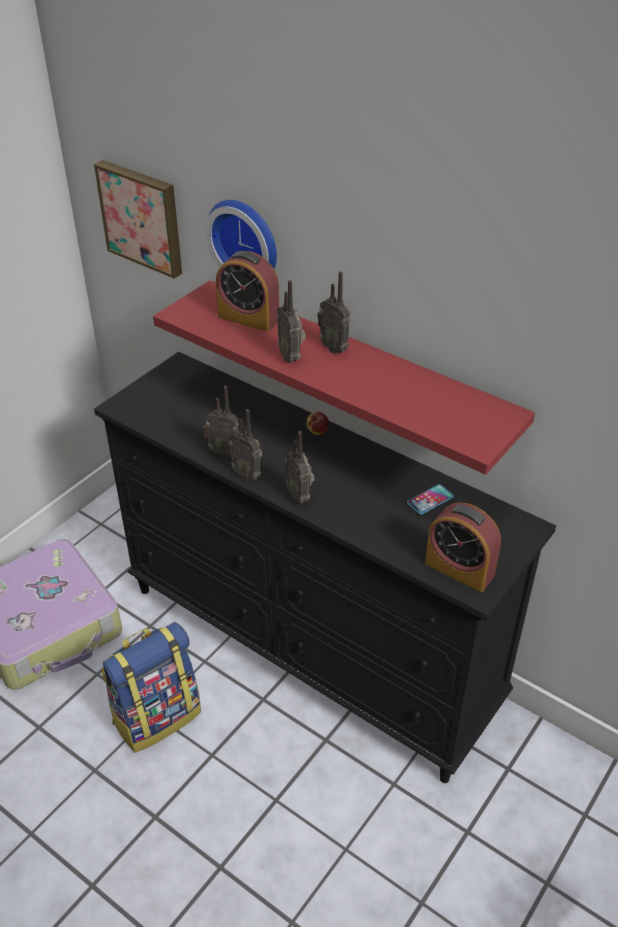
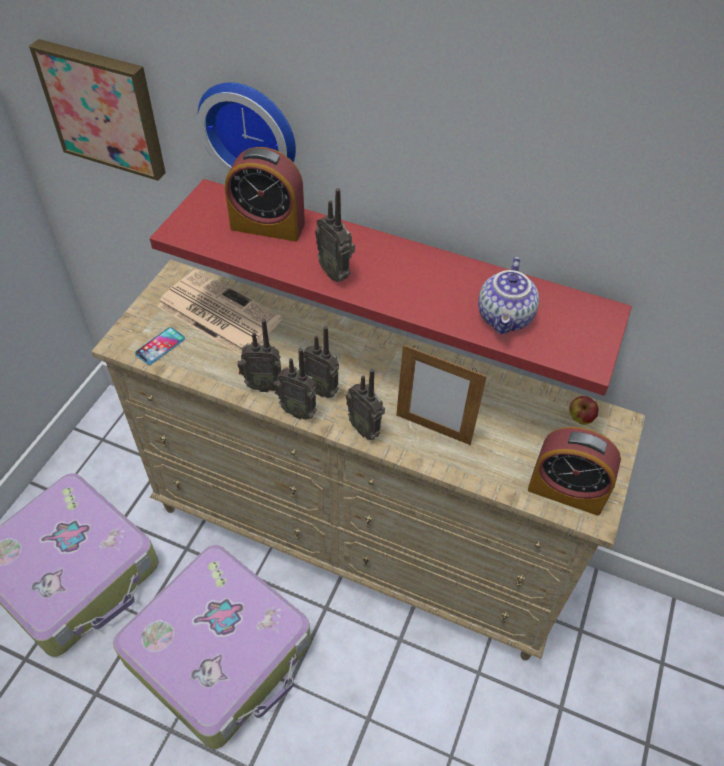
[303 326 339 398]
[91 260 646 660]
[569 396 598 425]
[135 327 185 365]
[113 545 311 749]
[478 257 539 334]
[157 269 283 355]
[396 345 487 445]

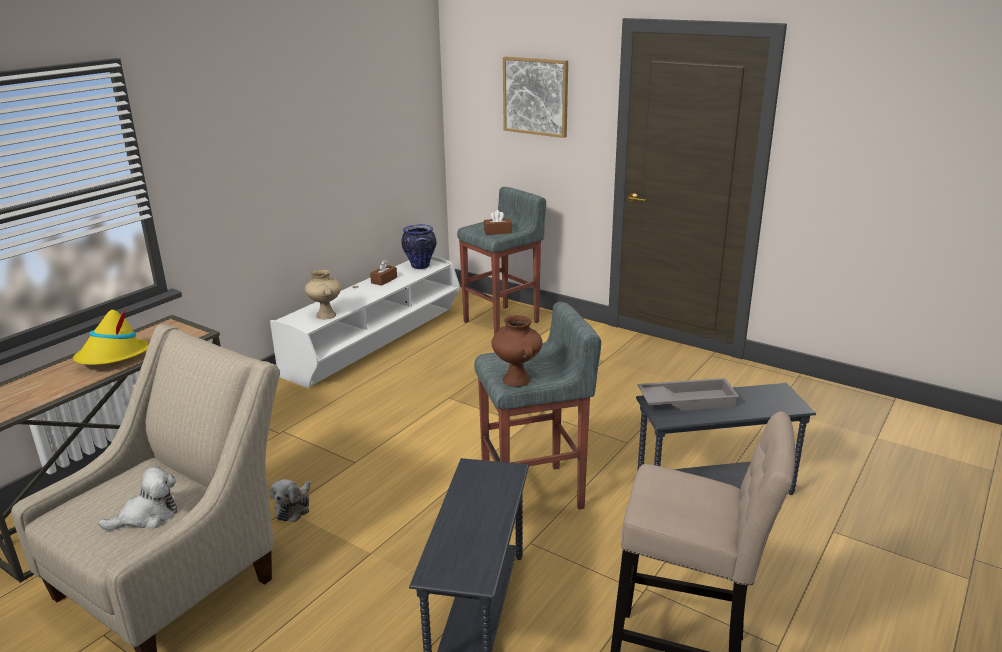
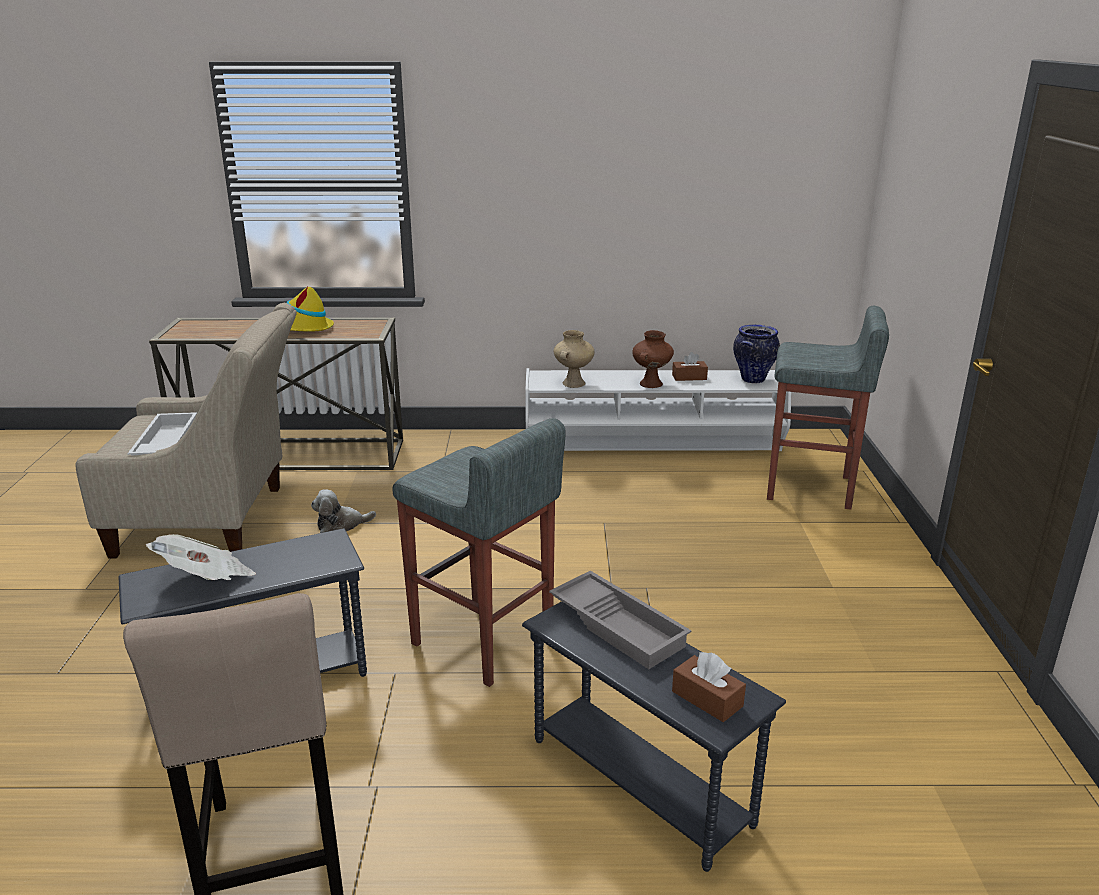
[503 57 568 138] (first image)
[672 652 746 722]
[632 330 674 388]
[128 412 197 455]
[146 534 256 580]

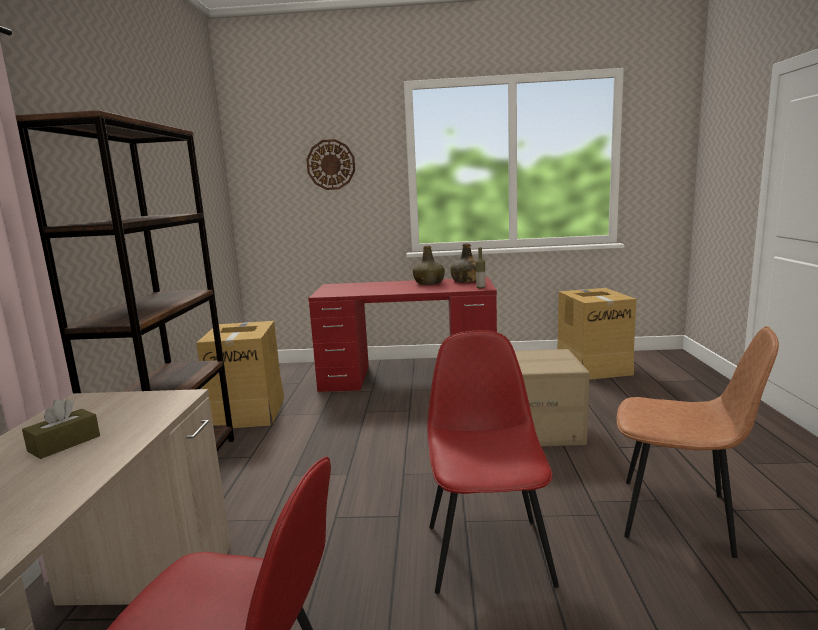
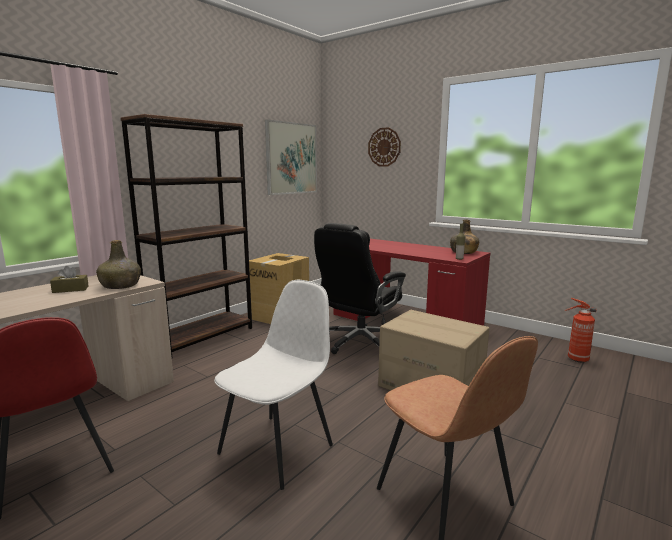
[96 240 141 289]
[565 298 597 363]
[214 280 333 490]
[265 119 317 195]
[314 223 406 354]

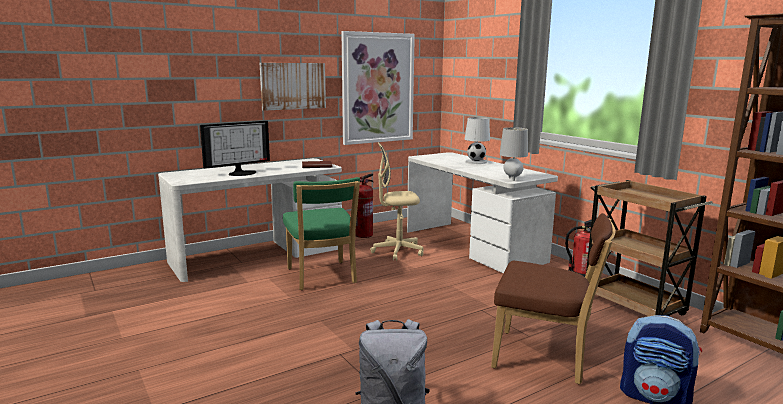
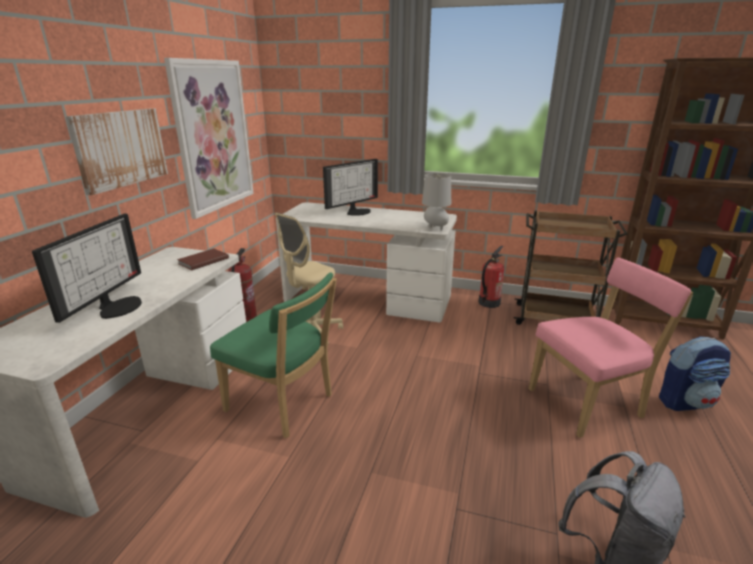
[323 159 378 216]
[528 258 693 438]

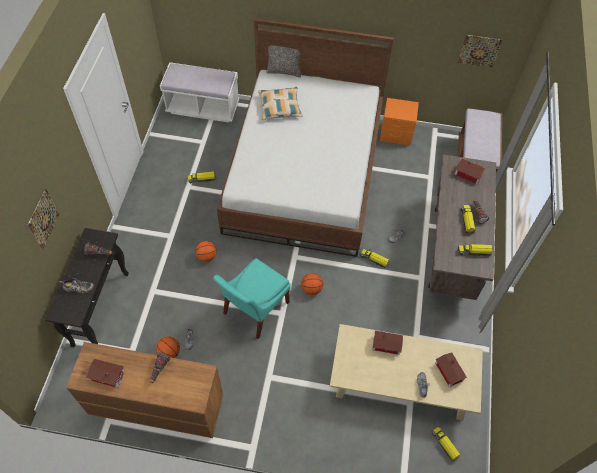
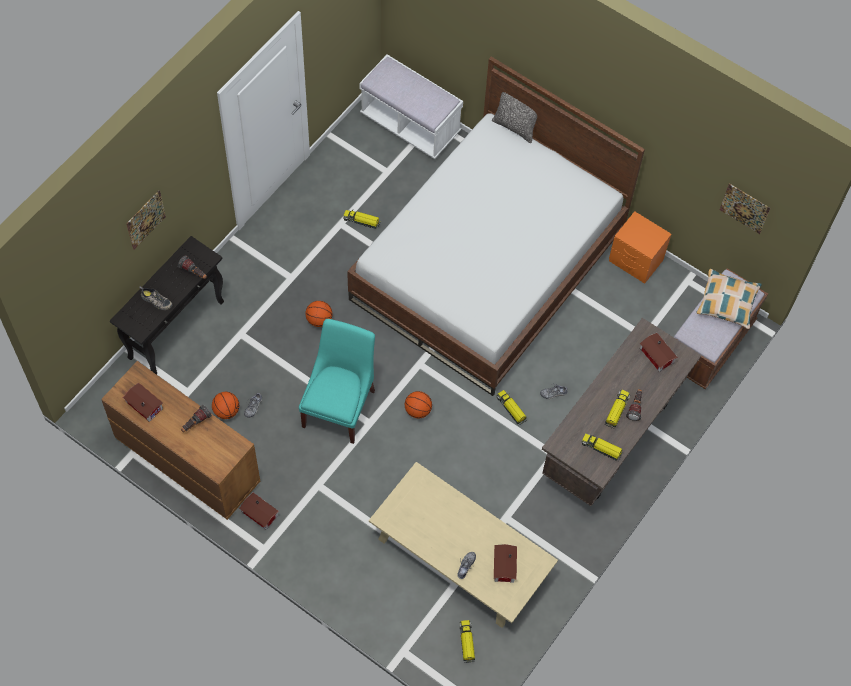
[696 269 762 329]
[299 319 375 444]
[239 493 279 530]

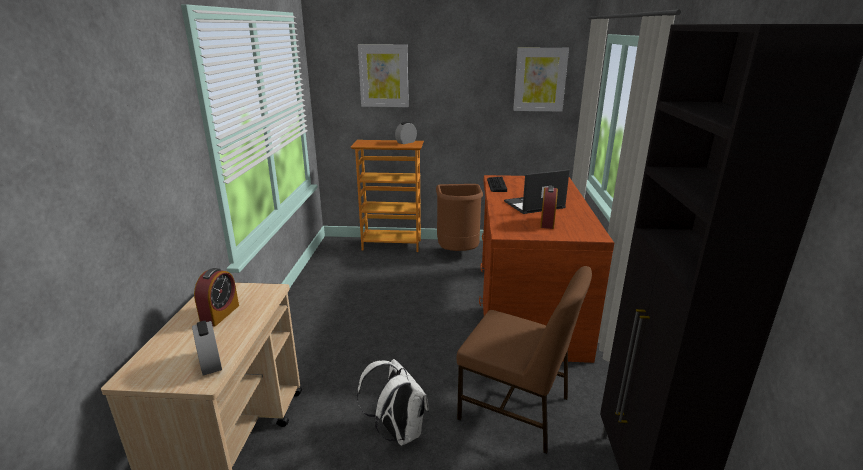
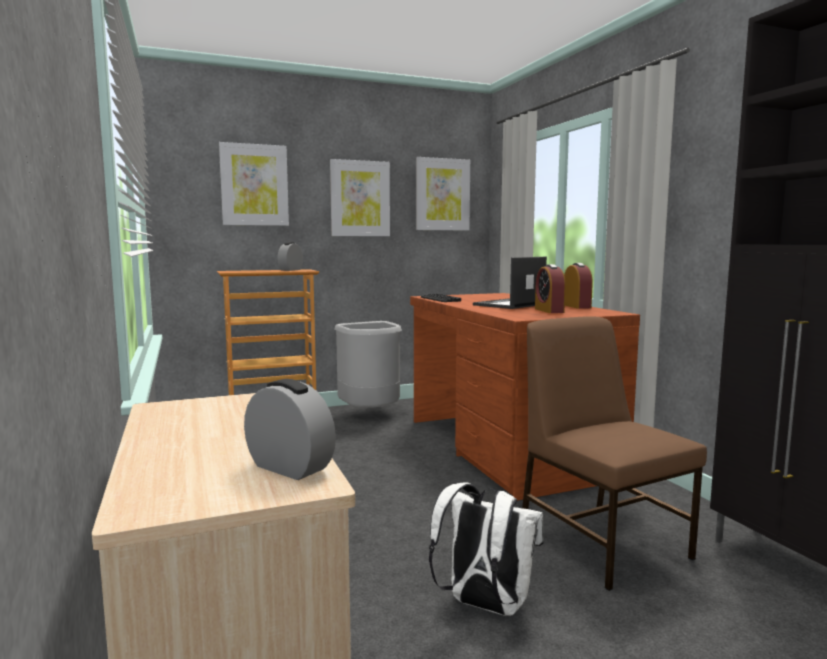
[334 321 402 408]
[522 316 707 591]
[564 263 593 309]
[330 159 390 236]

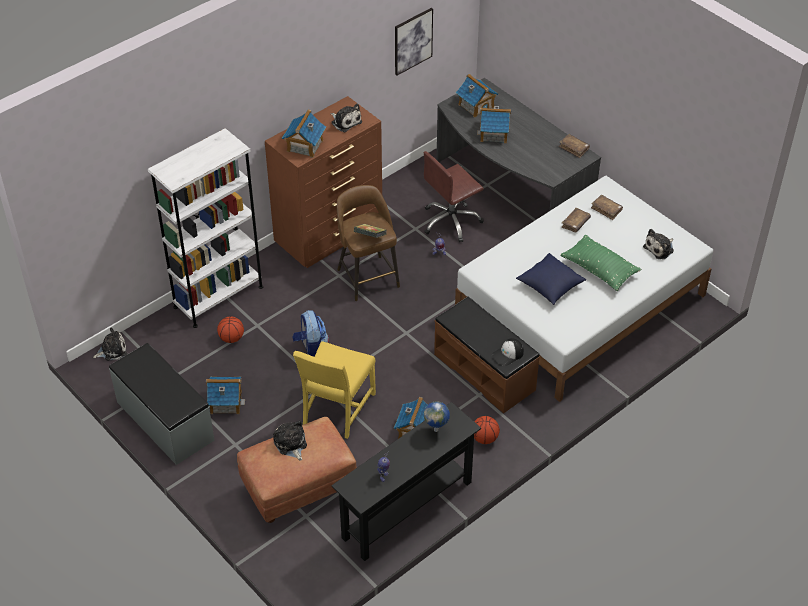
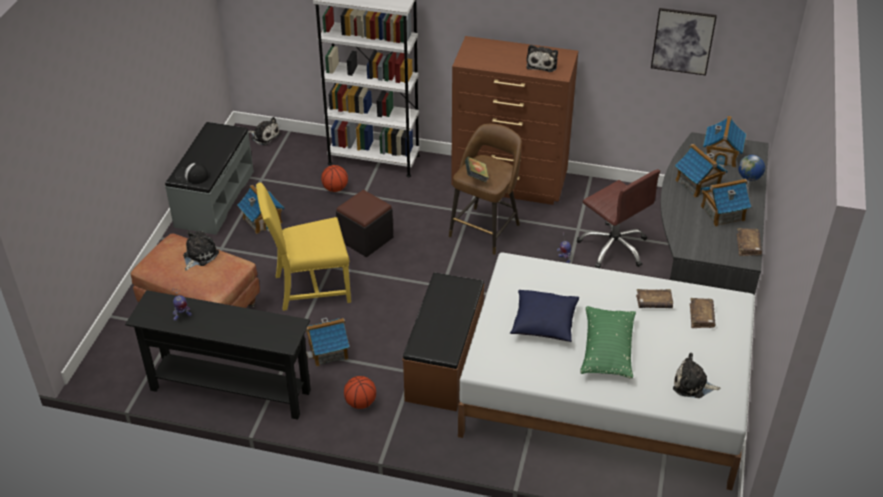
[701 178 751 227]
[577 169 660 268]
[336 190 393 257]
[175 162 209 184]
[738 155 765 189]

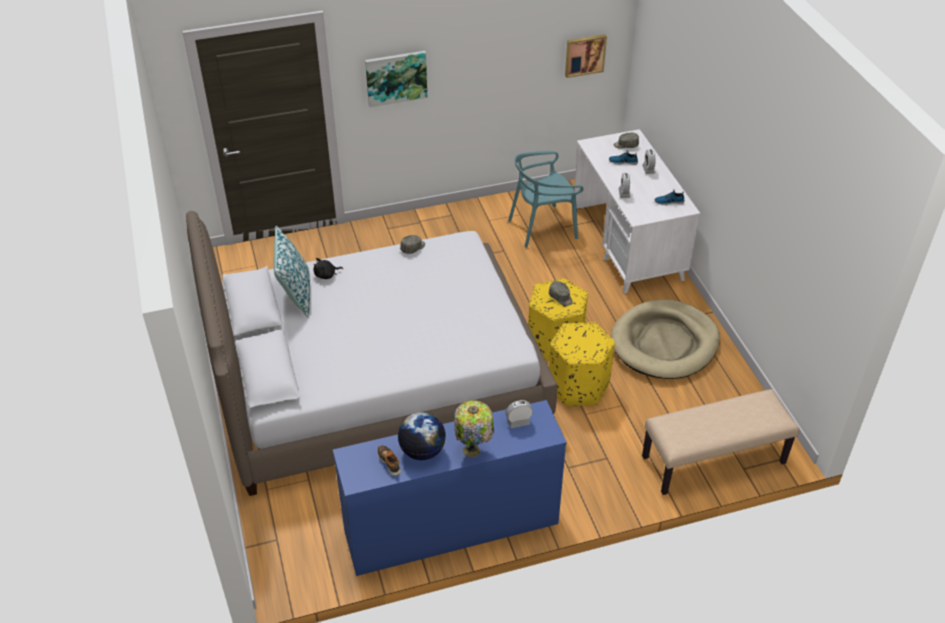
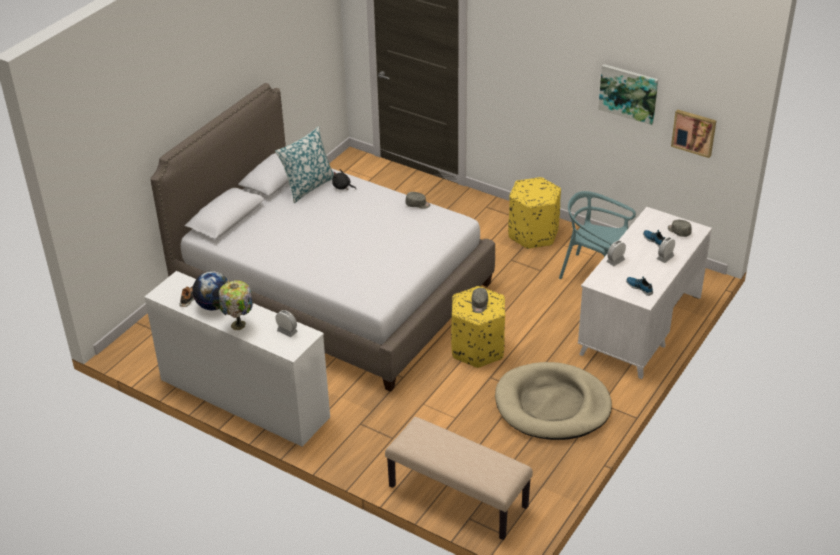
[598 64 658 125]
[508 177 561 249]
[144 271 330 447]

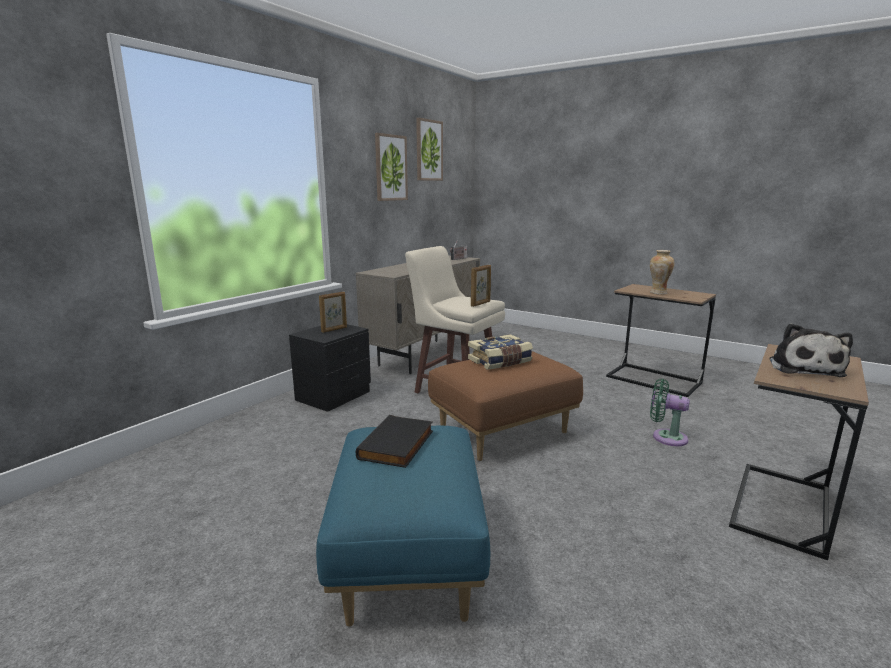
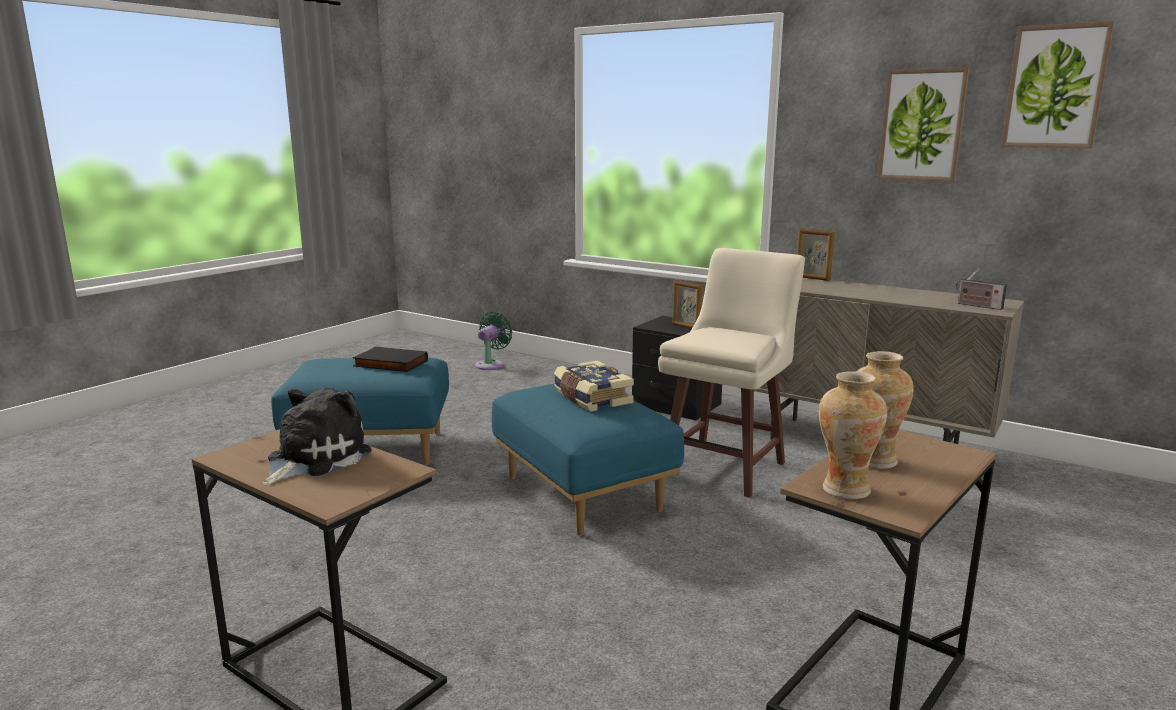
[797 228 835 281]
[262 387 371 486]
[492 383 684 536]
[475 312 512 370]
[819 371 887 499]

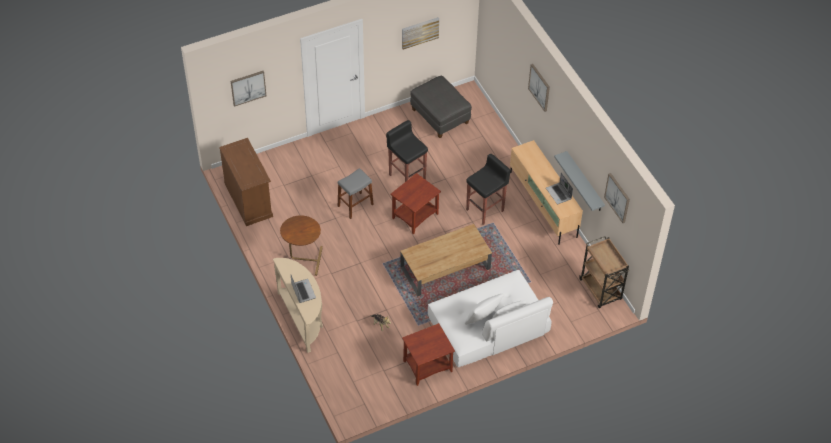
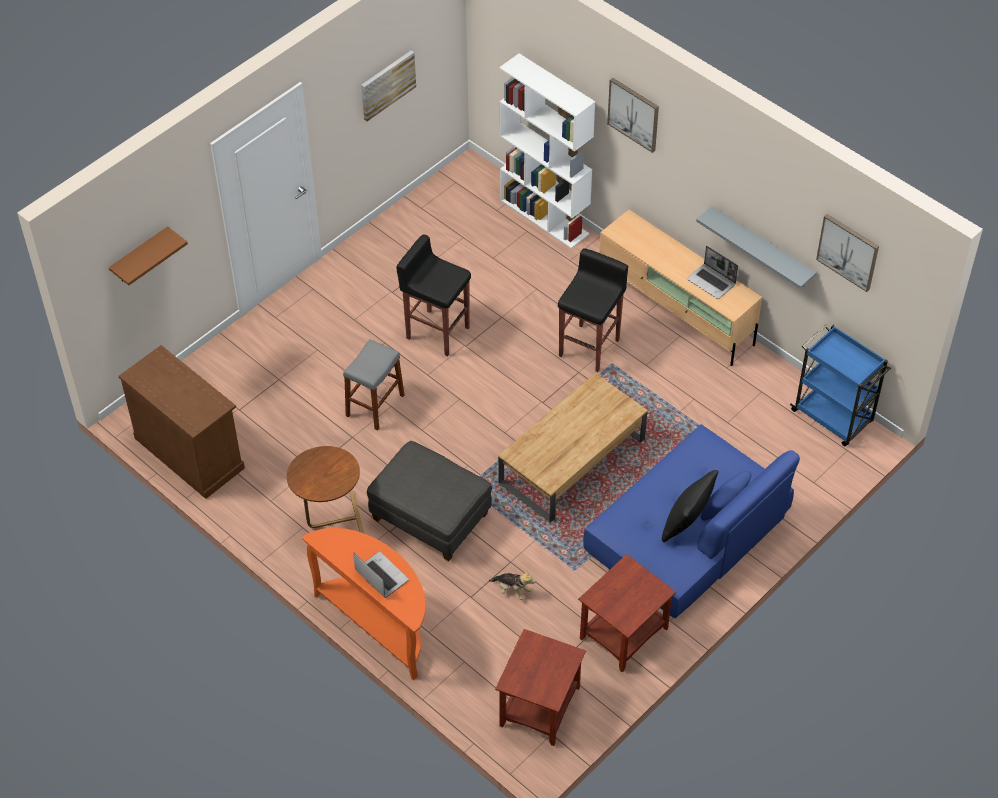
[109 226 188 285]
[367 441 492 561]
[495 629 586 746]
[790 325 891 446]
[302 528 426 680]
[583 424 800 618]
[662 470 719 542]
[499 53 595 249]

